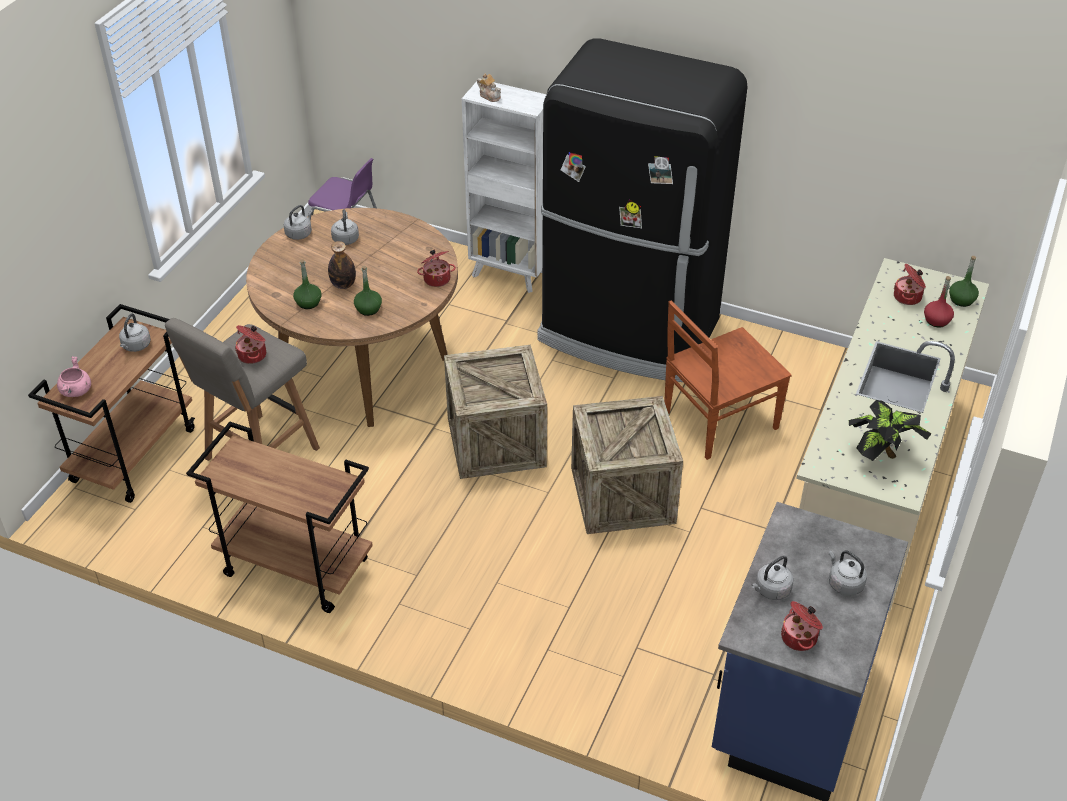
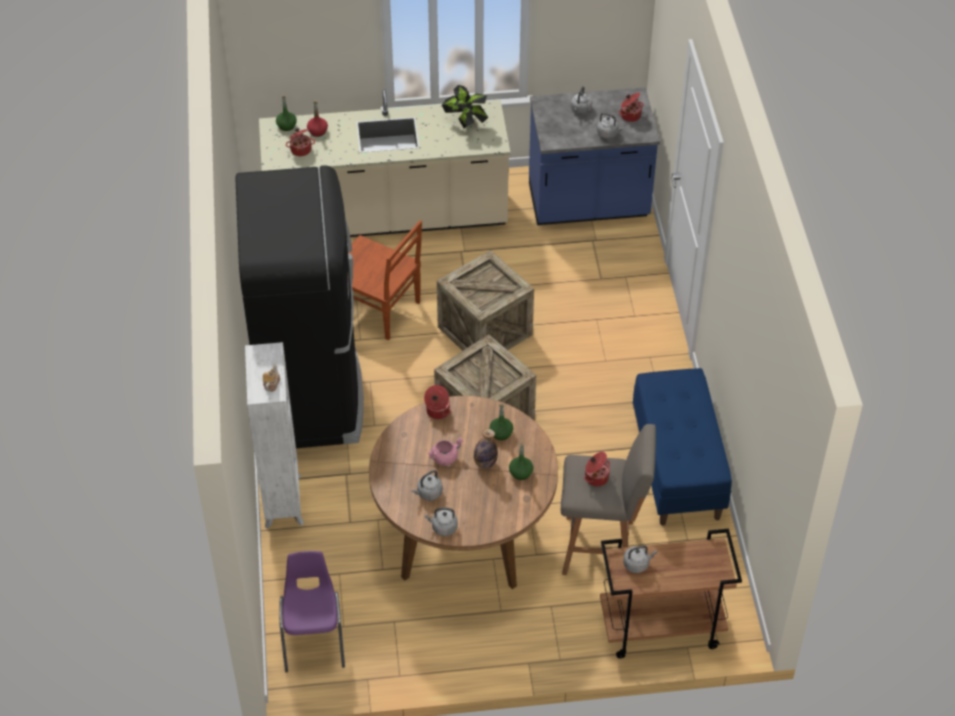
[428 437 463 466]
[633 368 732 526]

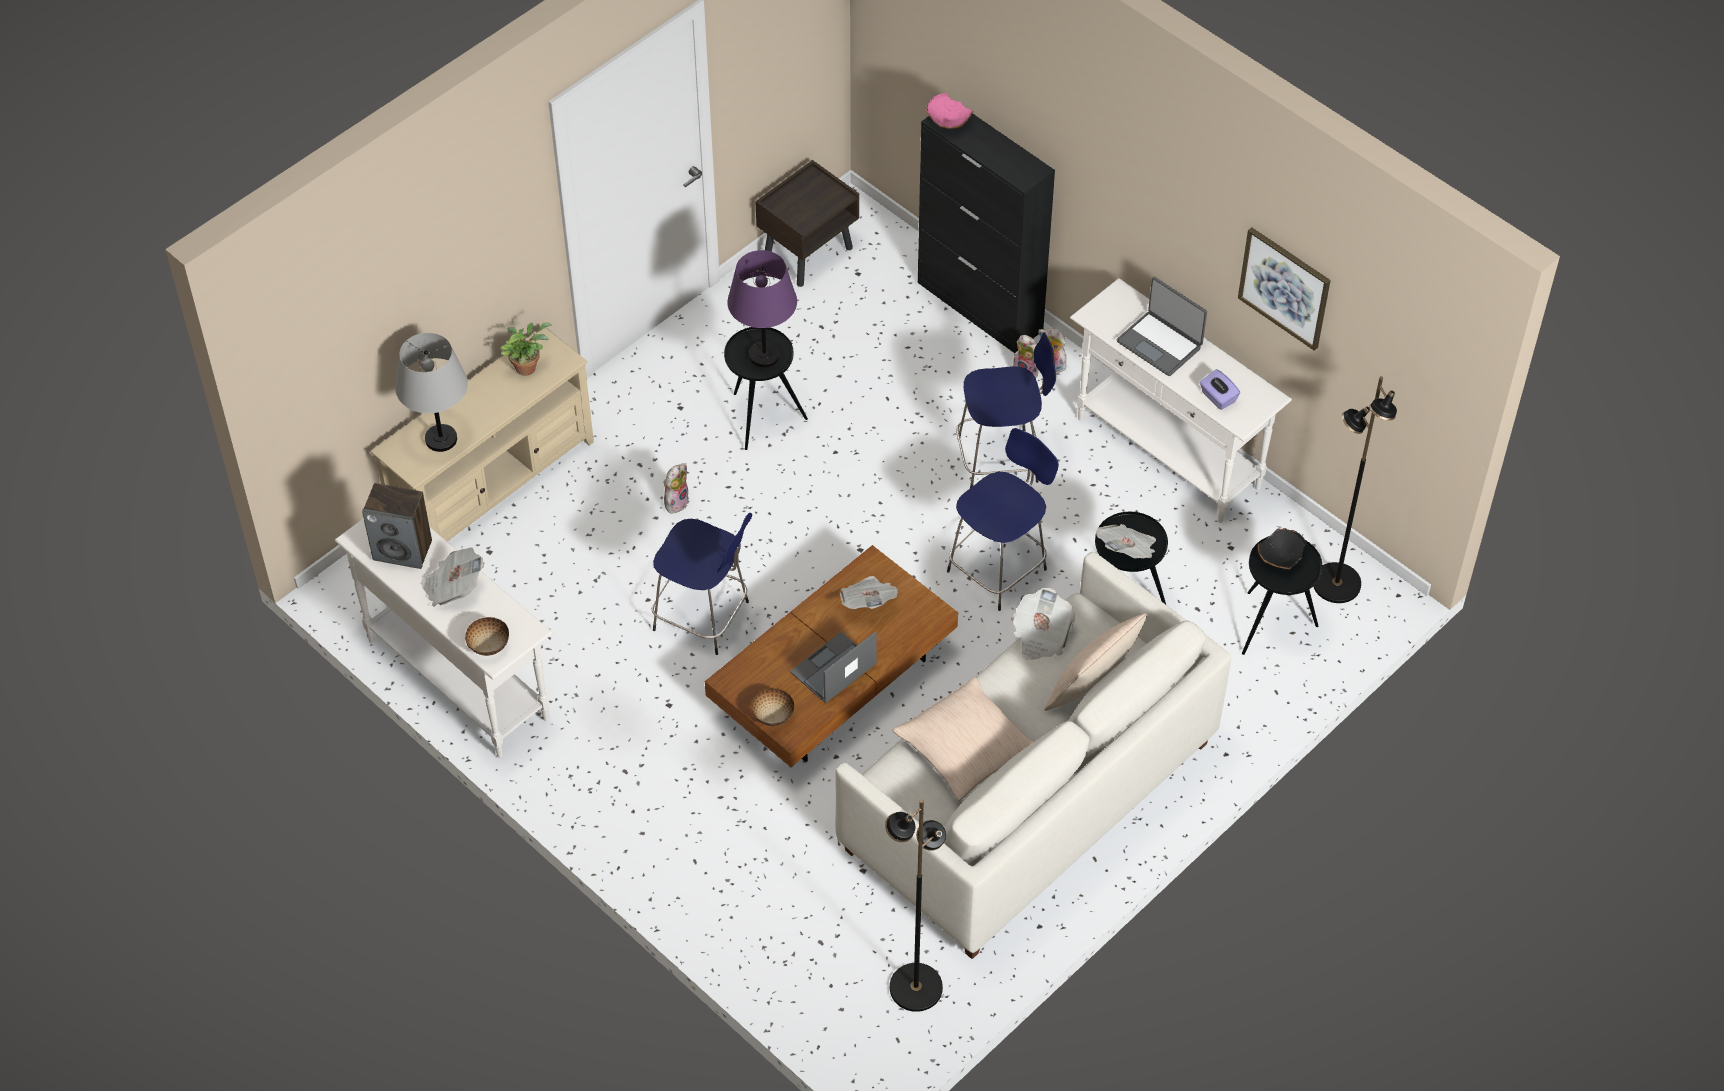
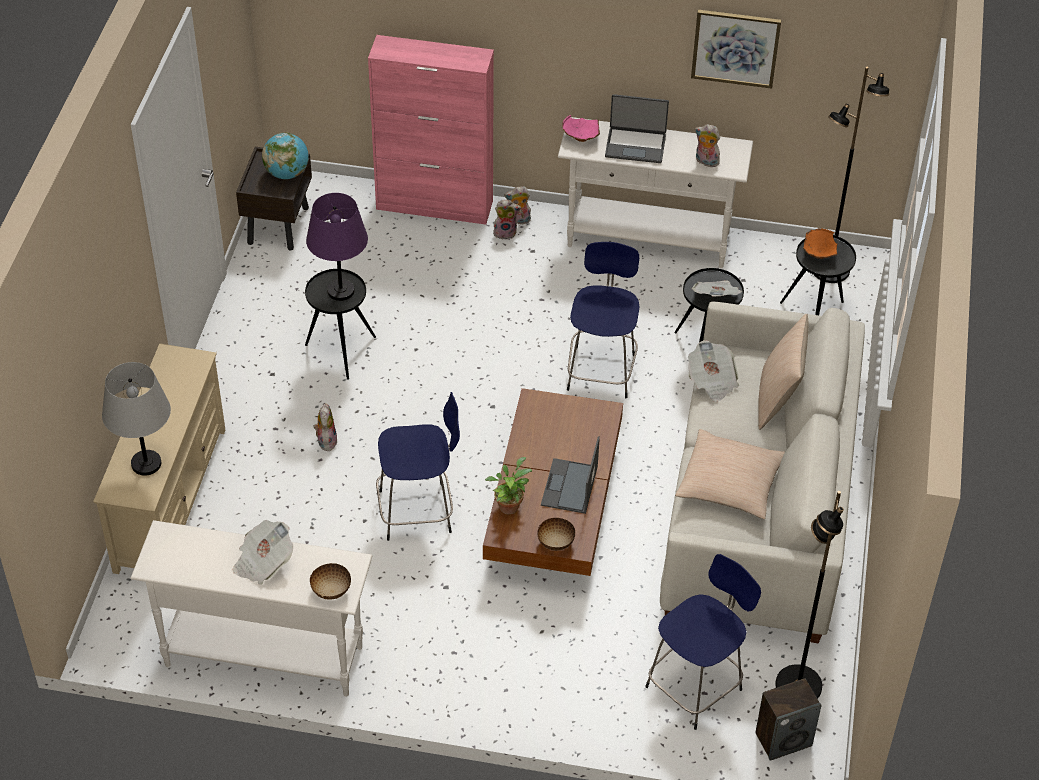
[562 115 600 142]
[368 35 494 225]
[485 457 532 515]
[645 554 761 730]
[695 124 720 167]
[755 678 821 761]
[803 228 838 259]
[840 576 898 609] (first image)
[262 133 308 179]

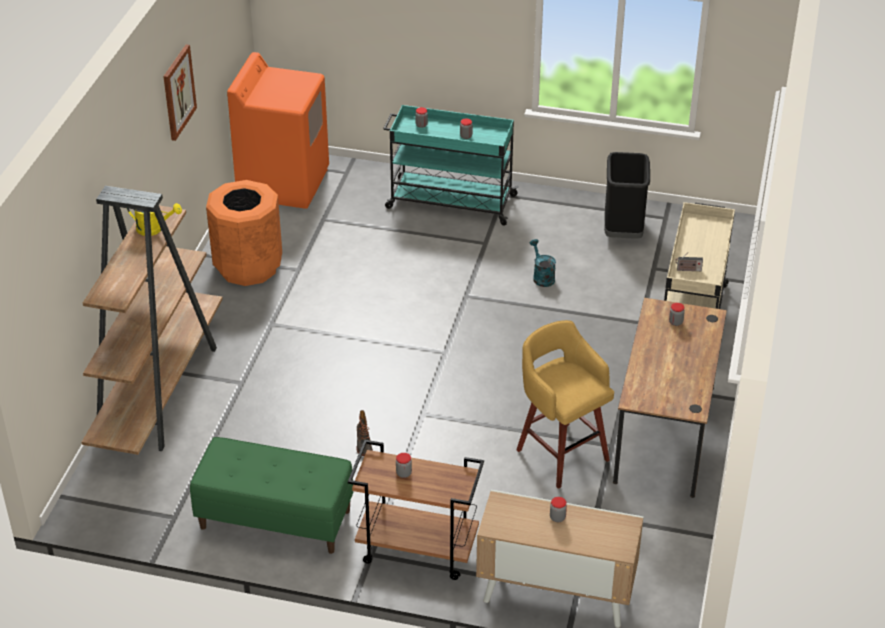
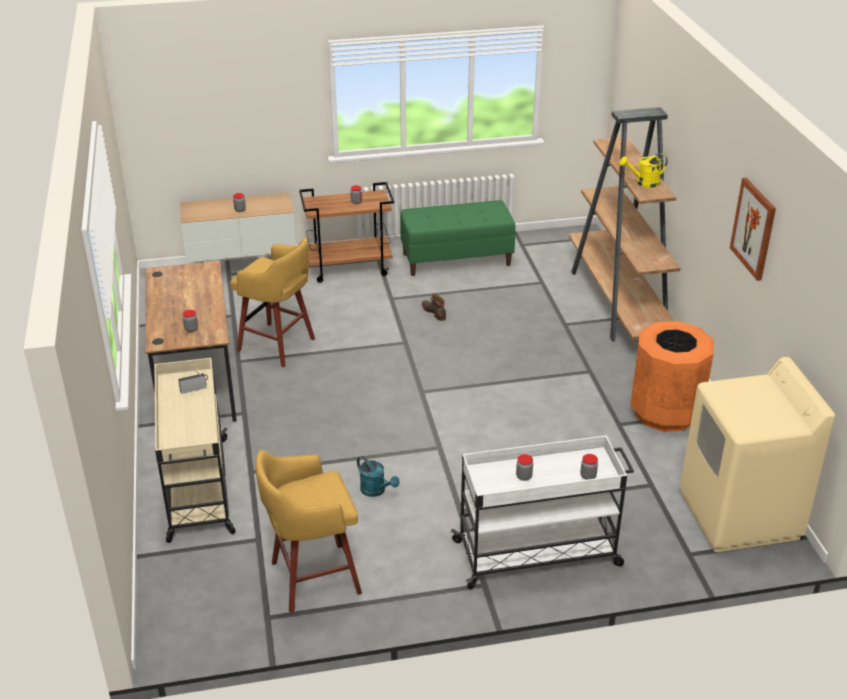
[680 357 835 552]
[450 435 634 589]
[255 450 362 613]

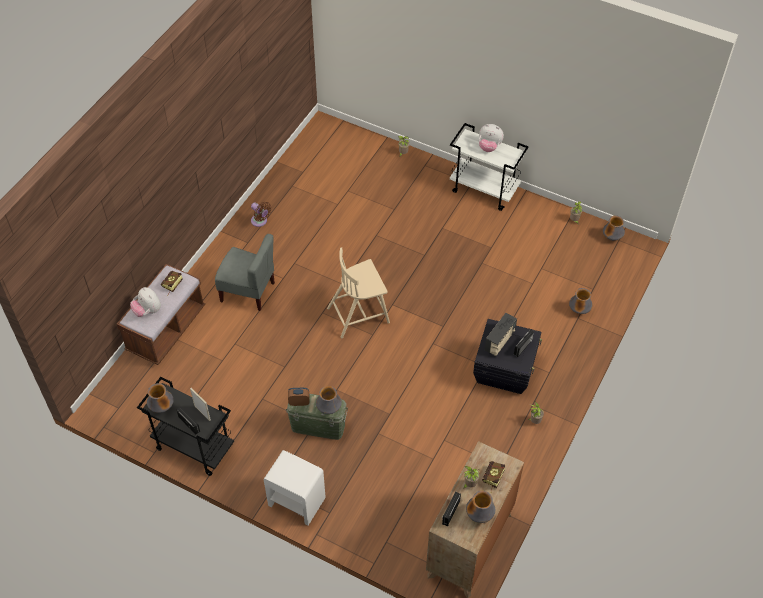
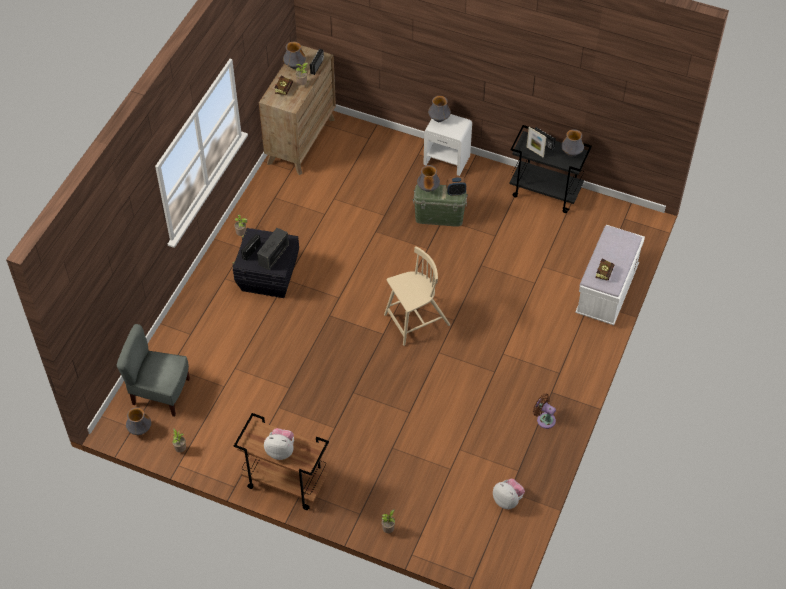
[234 413 329 510]
[116 324 190 417]
[575 225 645 325]
[493 479 525 509]
[428 96 451 122]

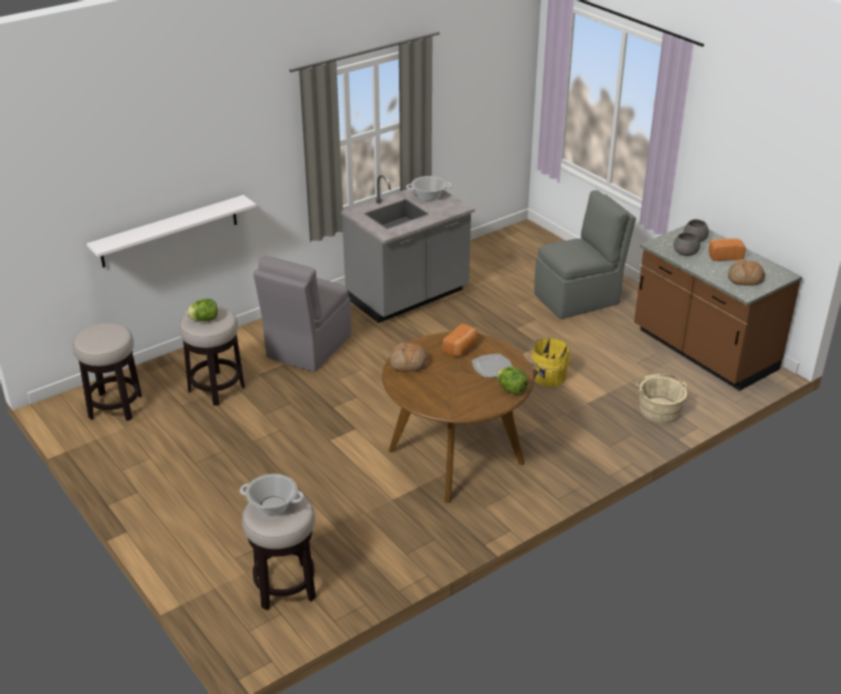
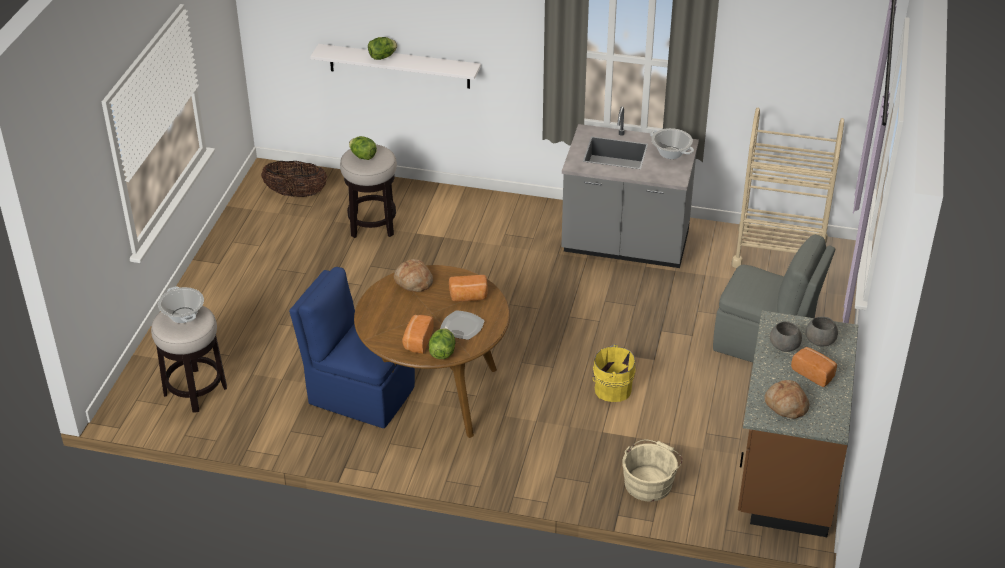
[253 256 351 372] (first image)
[261 161 327 197]
[368 37 397 60]
[732 108 844 268]
[289 267 415 428]
[402 315 433 354]

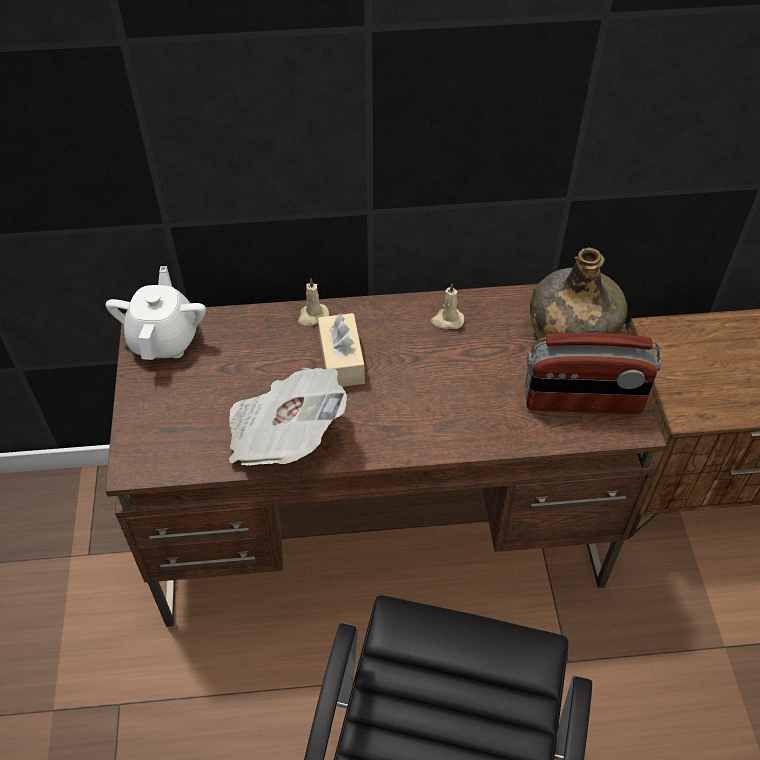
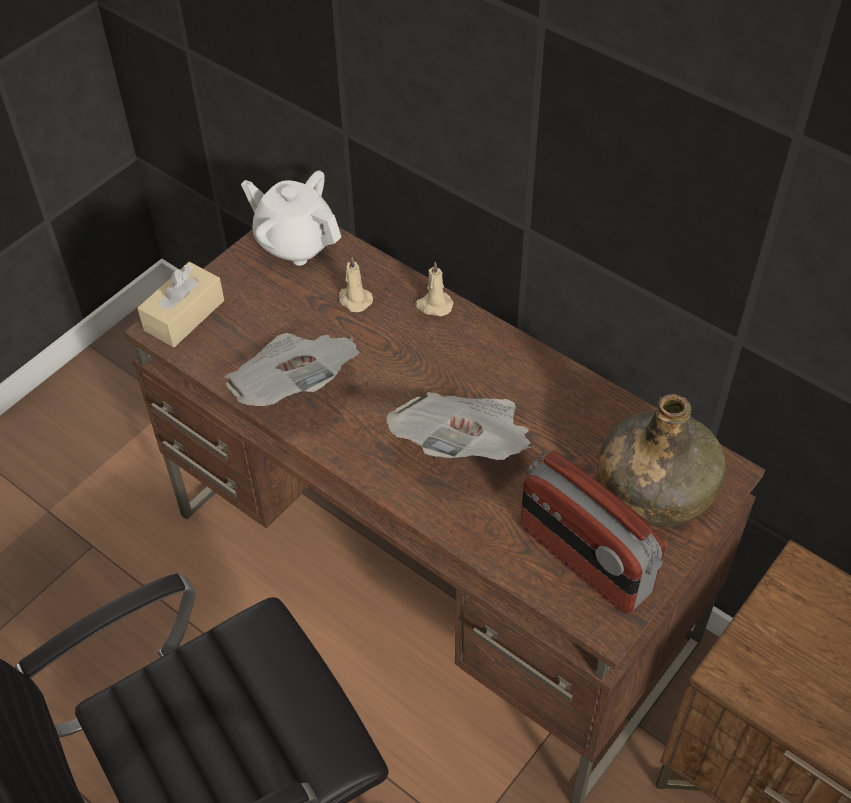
[241 171 341 266]
[339 257 373 312]
[137 262 224 347]
[386 392 532 460]

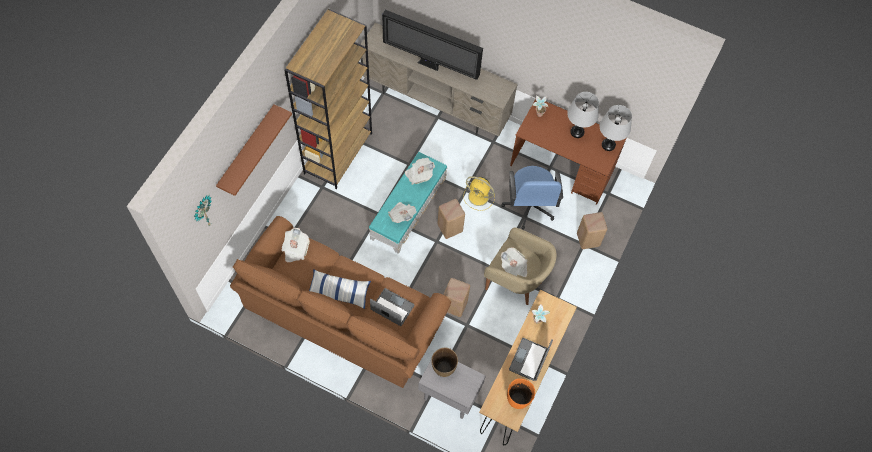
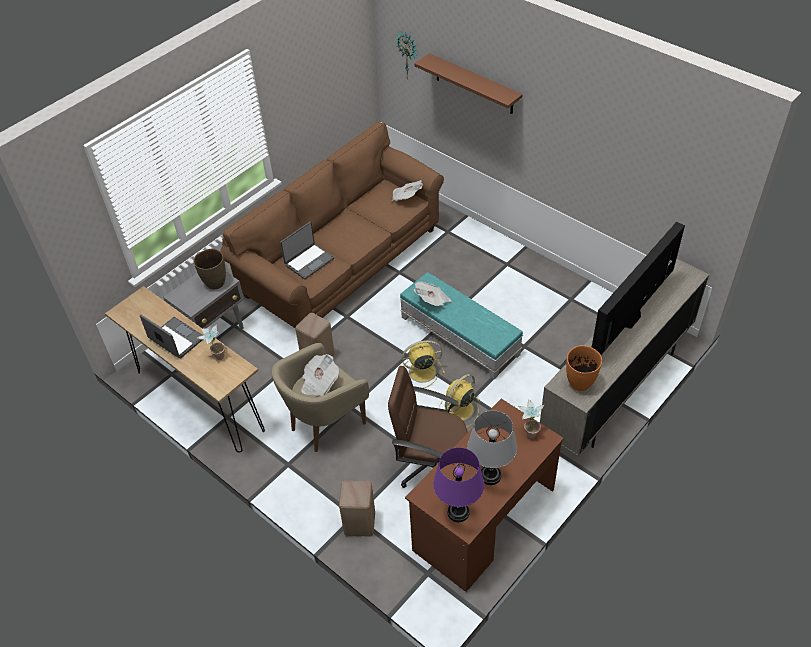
[285 9 372 189] (first image)
[433 447 484 522]
[405 158 435 185] (first image)
[388 366 468 488]
[402 340 445 388]
[309 269 371 309] (first image)
[566 345 602 391]

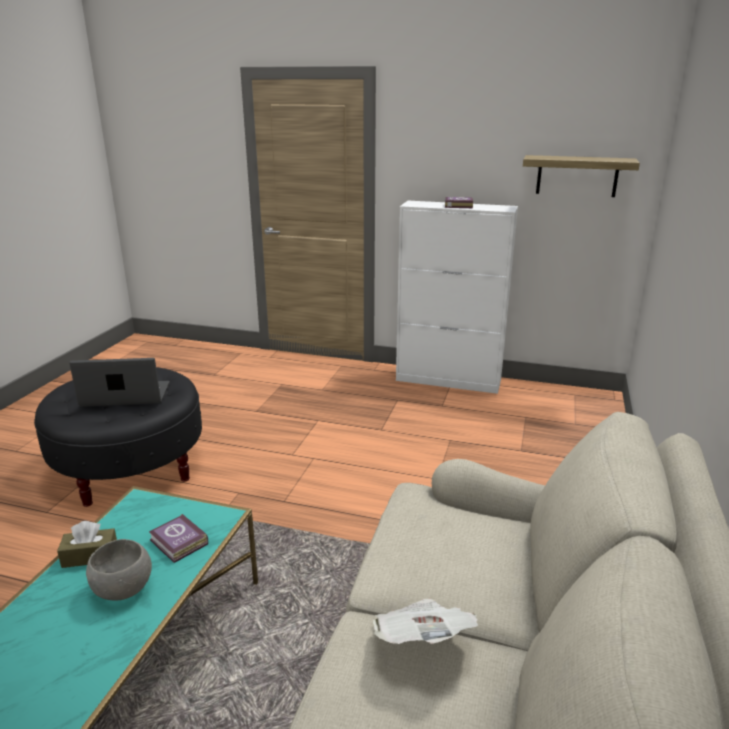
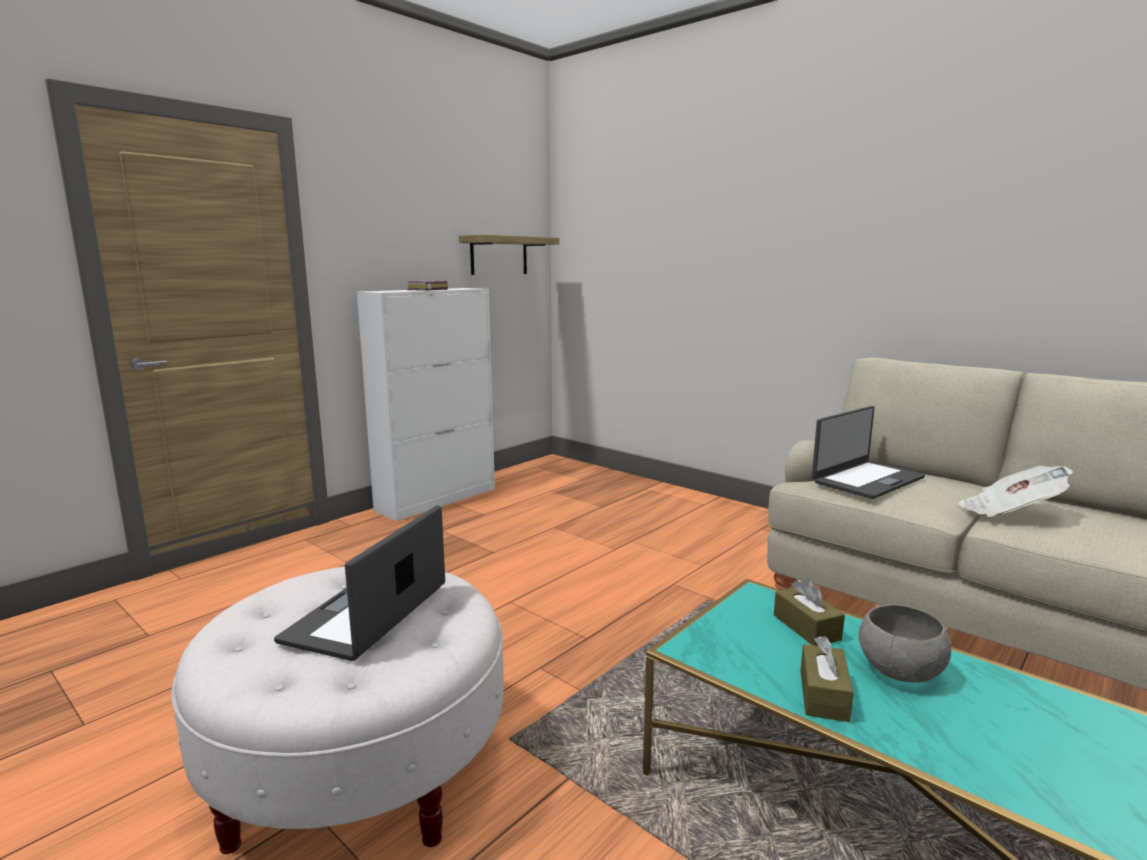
[171 566 504 854]
[774 578 845 646]
[812 406 925 499]

